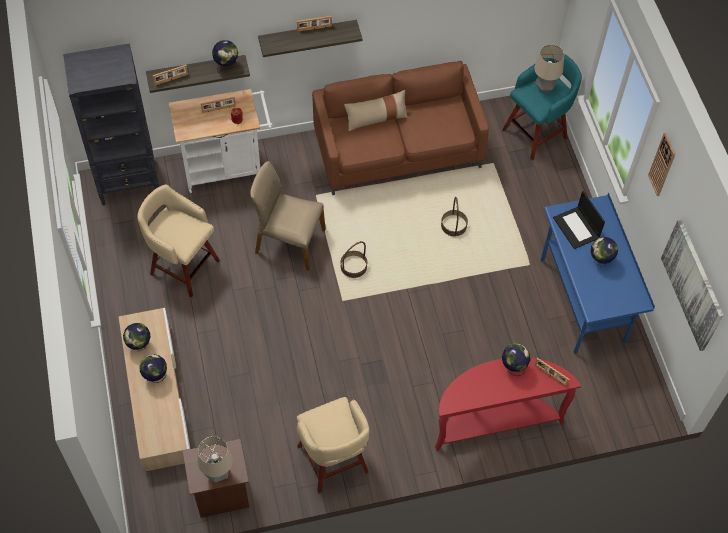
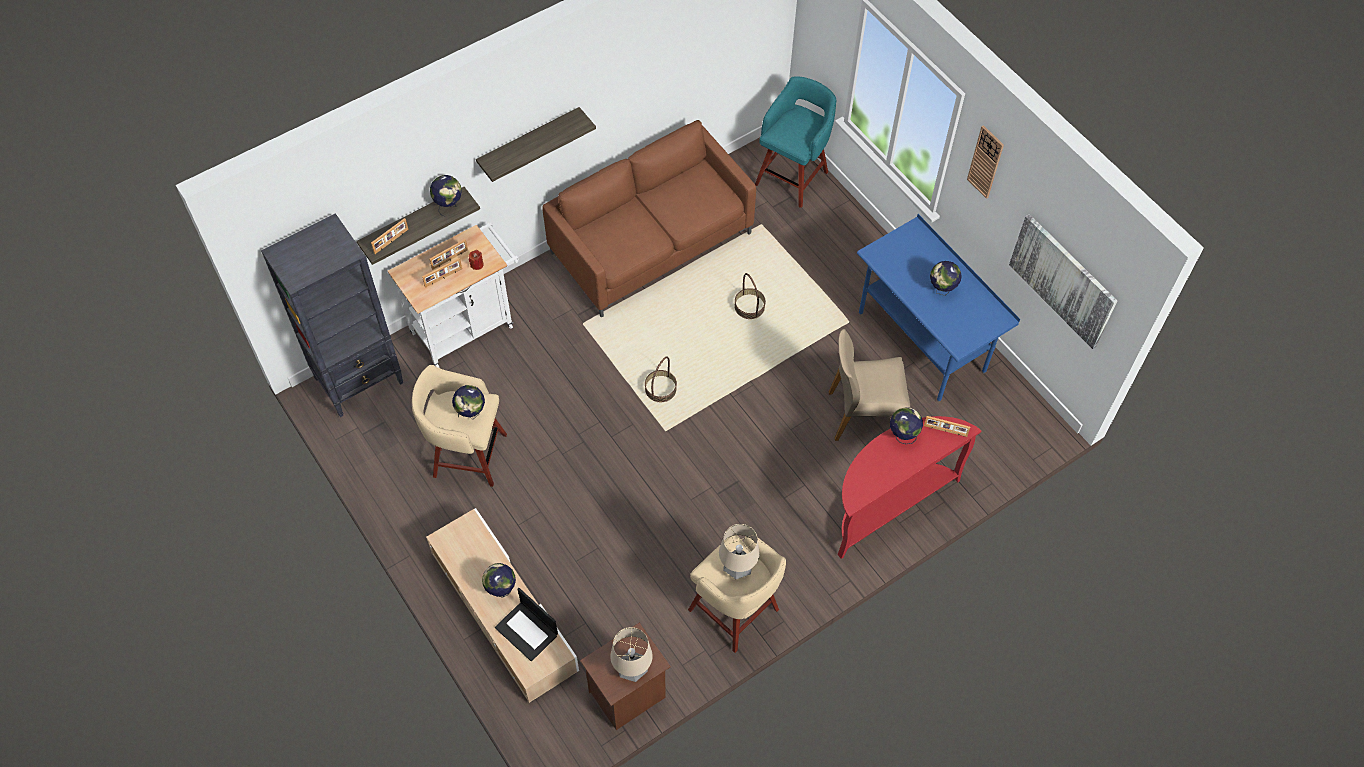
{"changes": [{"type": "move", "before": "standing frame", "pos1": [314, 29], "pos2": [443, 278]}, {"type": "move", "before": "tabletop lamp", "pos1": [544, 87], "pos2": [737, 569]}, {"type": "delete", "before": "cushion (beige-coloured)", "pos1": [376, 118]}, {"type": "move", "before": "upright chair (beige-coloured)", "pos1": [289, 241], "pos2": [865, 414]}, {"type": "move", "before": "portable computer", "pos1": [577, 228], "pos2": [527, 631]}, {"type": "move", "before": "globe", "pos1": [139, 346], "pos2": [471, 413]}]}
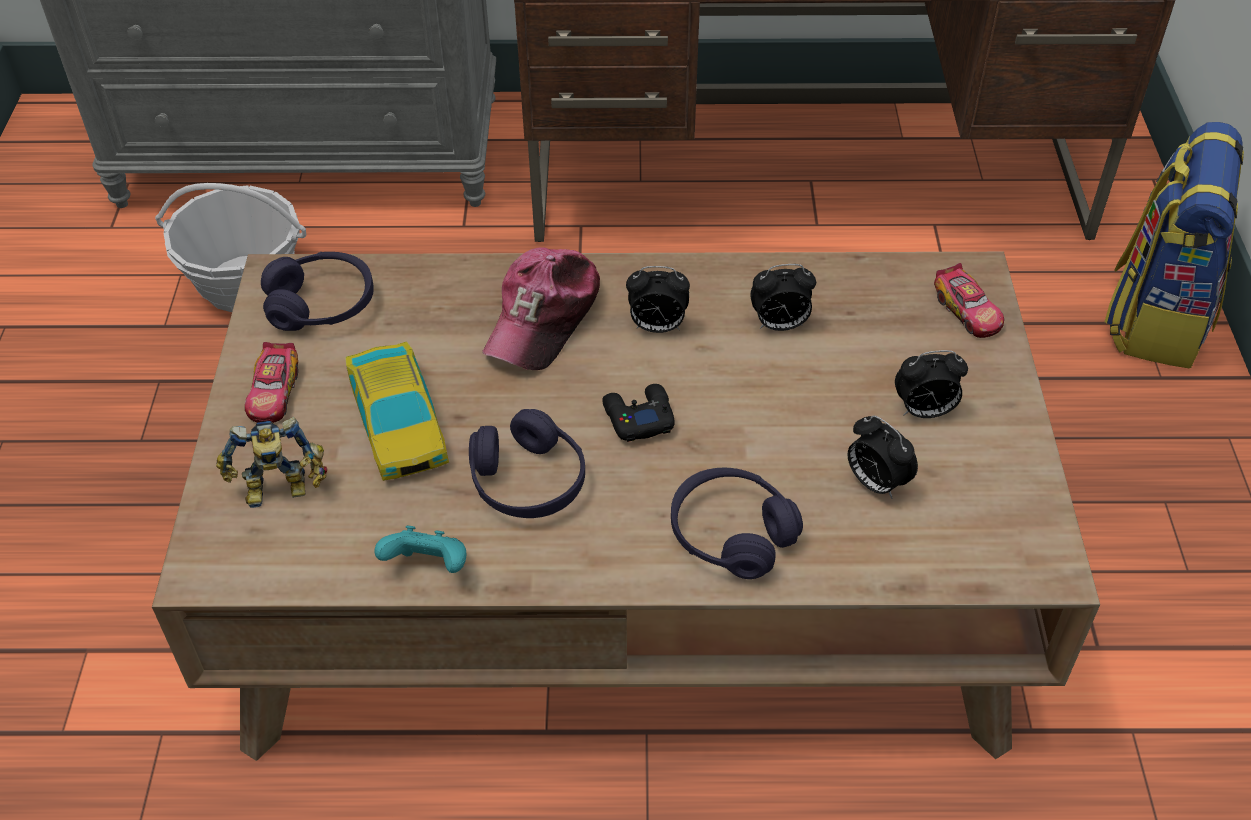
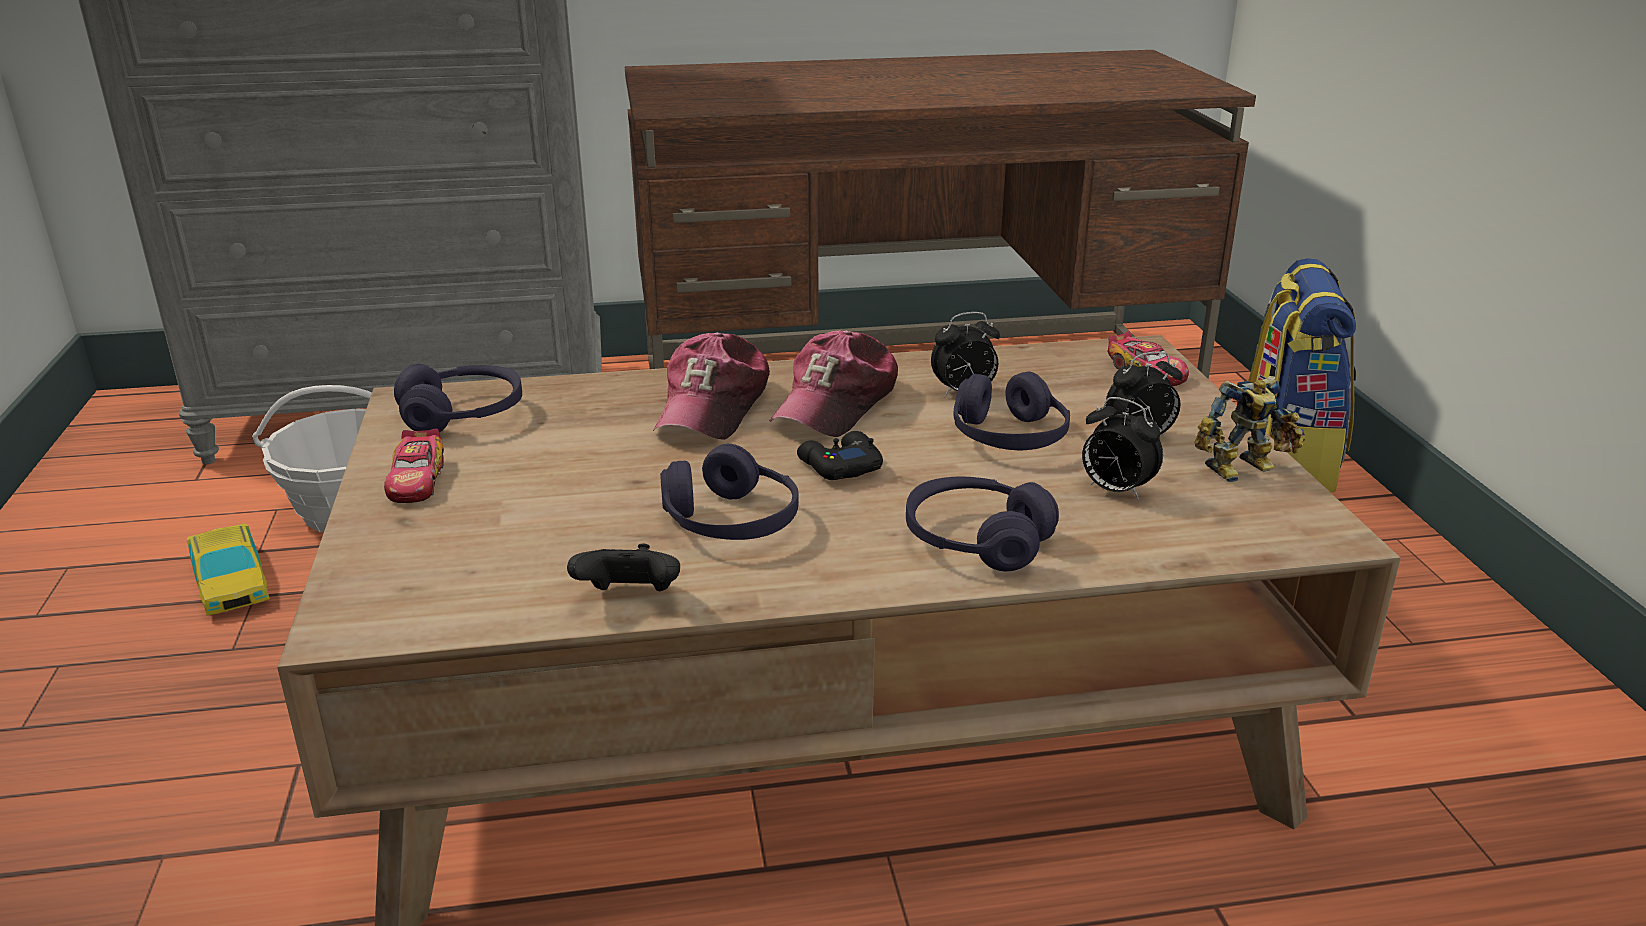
{"changes": [{"type": "replace", "before": "table clock", "after": "peaked cap", "pos1": [657, 327], "pos2": [836, 404]}, {"type": "move", "before": "model car", "pos1": [398, 420], "pos2": [230, 580]}, {"type": "move", "before": "model robot", "pos1": [279, 492], "pos2": [1244, 470]}, {"type": "recolor", "before": "game controller (turquoise-coloured)", "after": "game controller (black-coloured)", "pos1": [428, 566], "pos2": [630, 598]}, {"type": "insert", "after": "pair of headphones (purple)", "pos2": [1008, 437]}]}
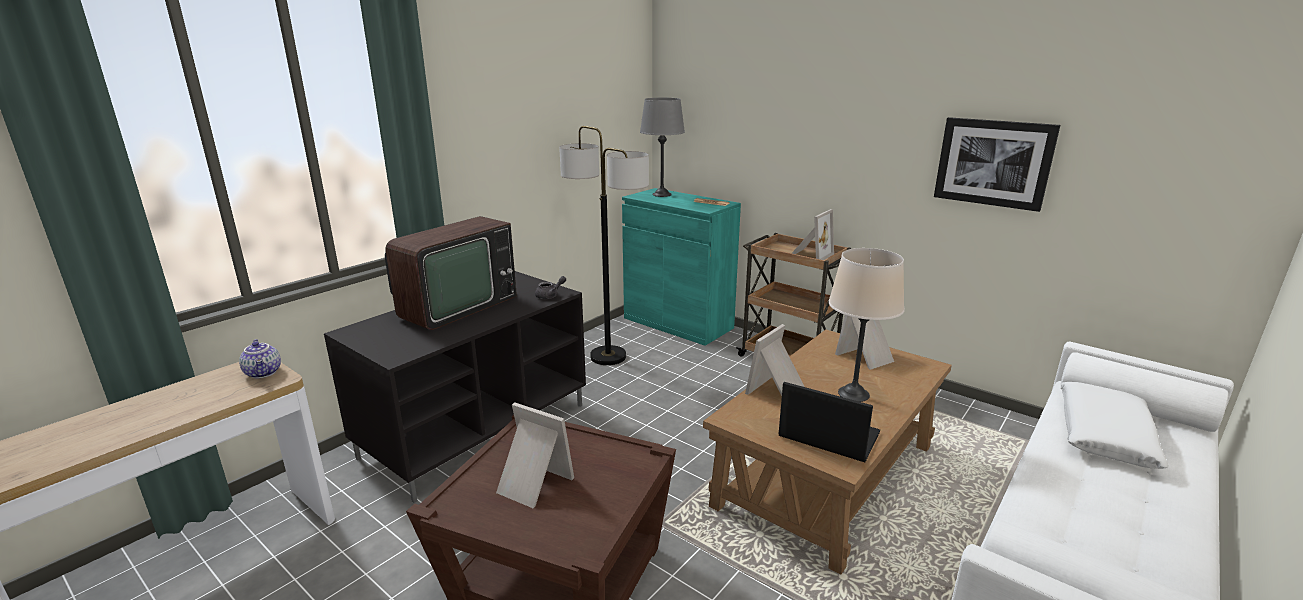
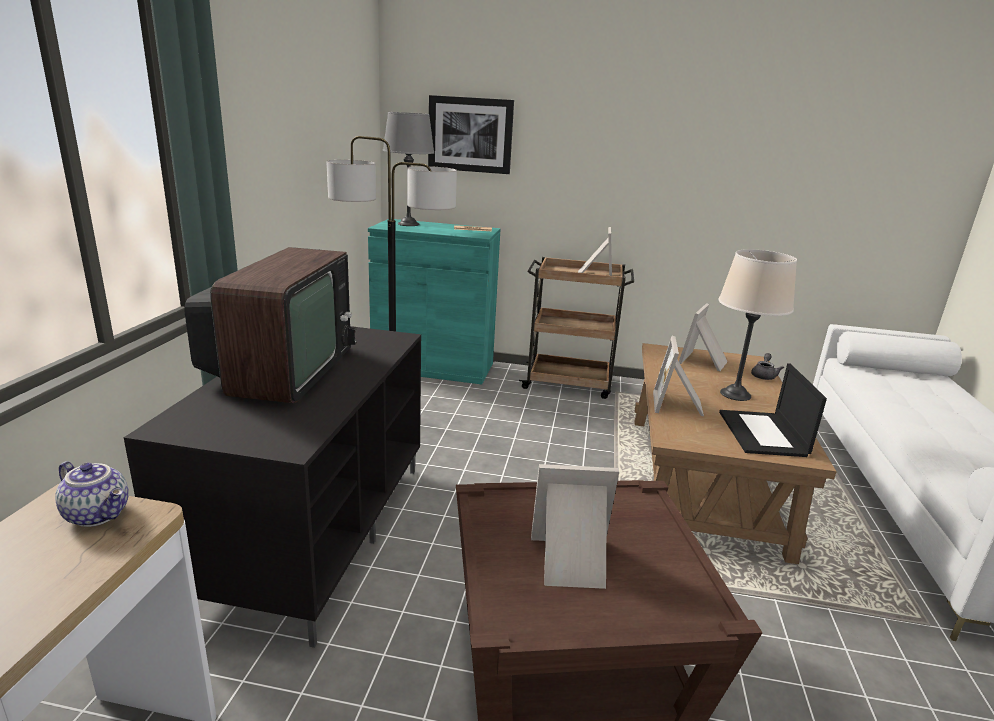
{"changes": [{"type": "move", "before": "wall picture", "pos1": [993, 163], "pos2": [470, 135]}, {"type": "move", "before": "teapot (grey)", "pos1": [550, 296], "pos2": [764, 375]}, {"type": "rotate", "before": "portable computer", "pos1": [827, 435], "pos2": [763, 434], "turn": -90}, {"type": "delete", "before": "cushion (whitish)", "pos1": [1103, 435]}]}
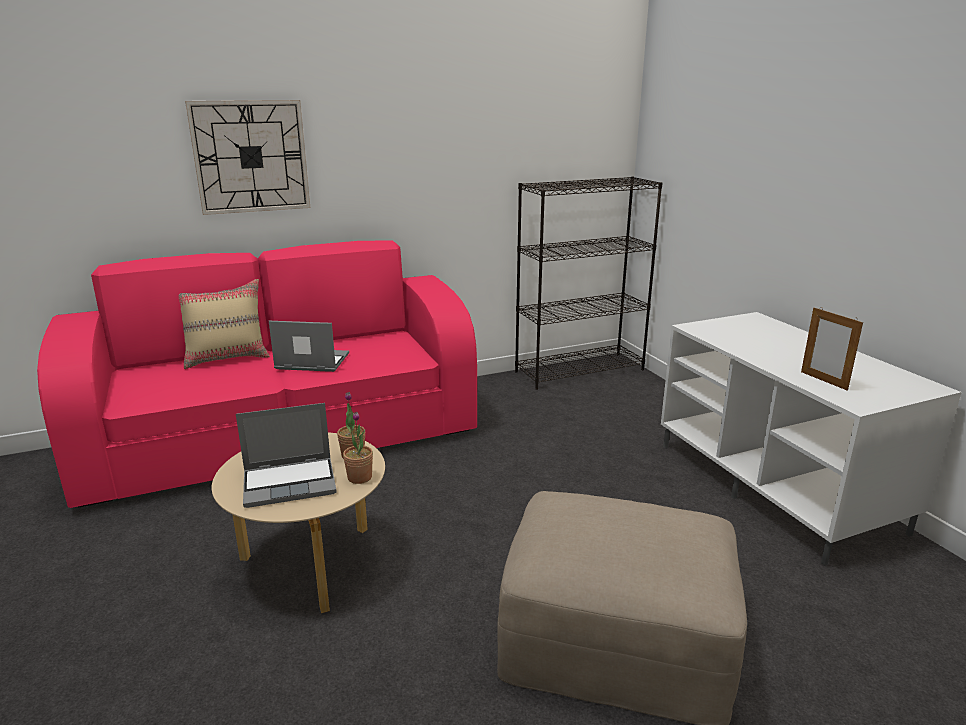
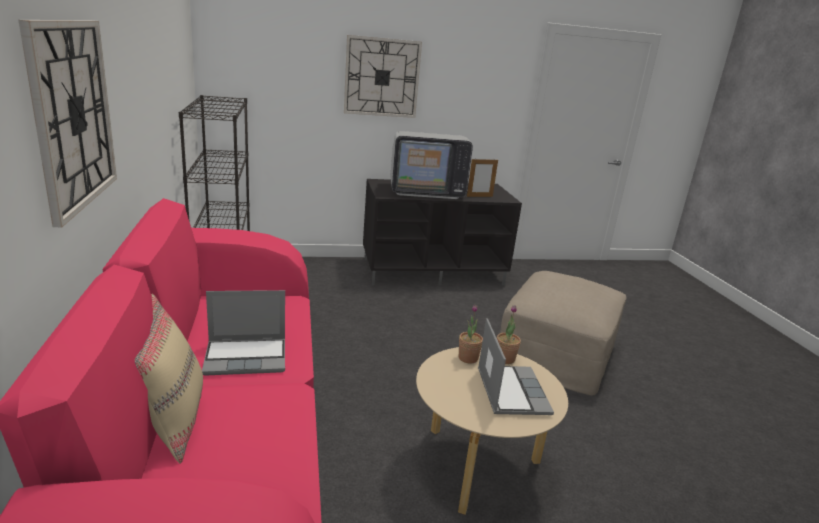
{"changes": [{"type": "recolor", "before": "media console (whitish)", "after": "media console (black-coloured)", "pos1": [777, 486], "pos2": [433, 271]}, {"type": "rotate", "before": "portable computer", "pos1": [311, 362], "pos2": [247, 357], "turn": -120}, {"type": "insert", "after": "clock on the wall", "pos2": [382, 77]}, {"type": "insert", "after": "television", "pos2": [426, 191]}]}
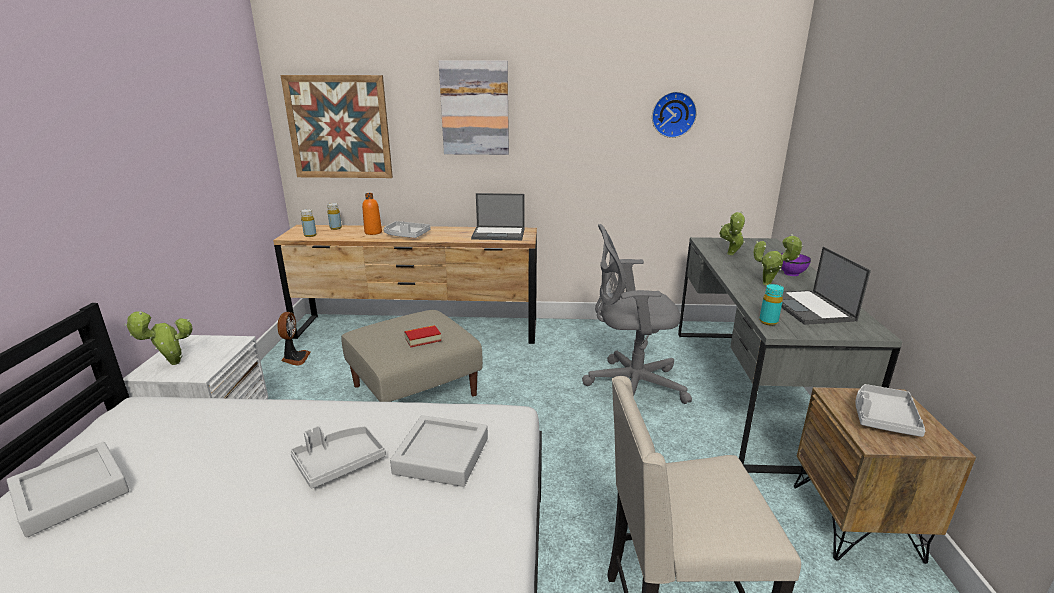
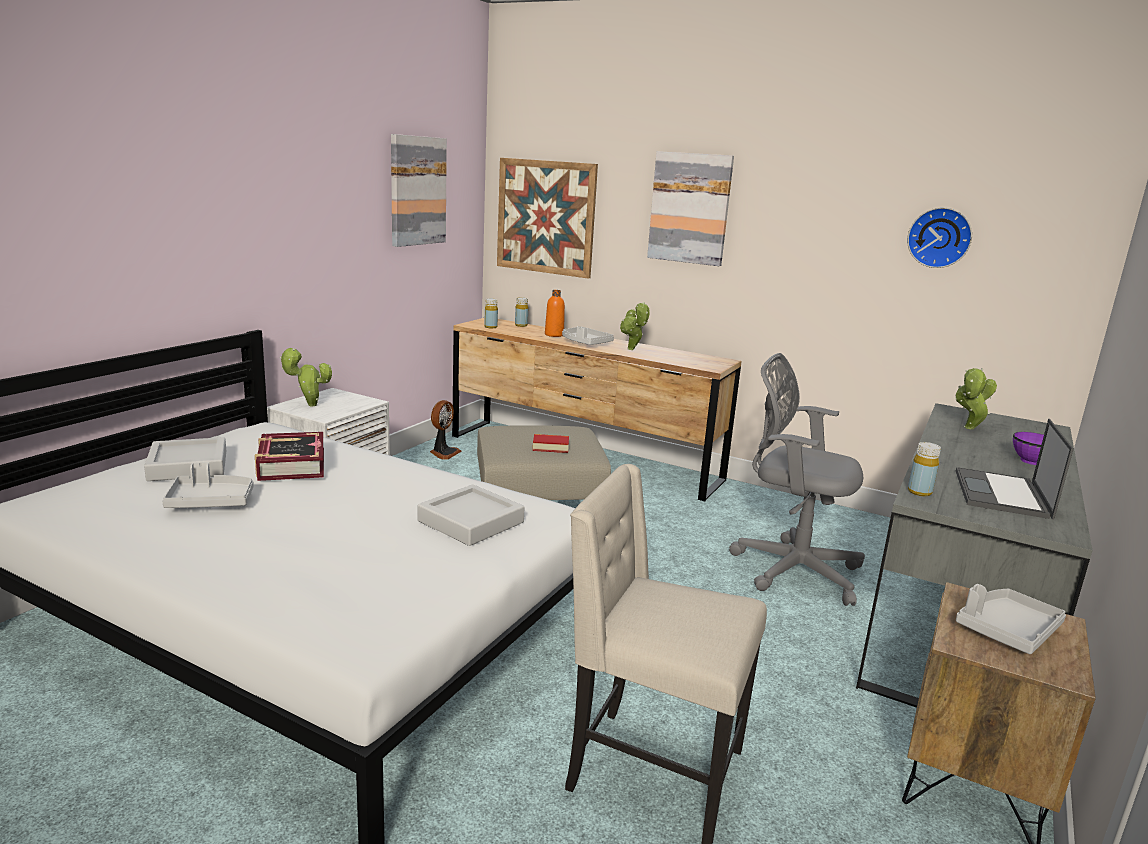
{"changes": [{"type": "delete", "before": "portable computer", "pos1": [499, 234]}, {"type": "move", "before": "plant in a pot", "pos1": [769, 285], "pos2": [632, 350]}, {"type": "recolor", "before": "drink bottle (turquoise-coloured)", "after": "drink bottle (yellowish)", "pos1": [768, 322], "pos2": [919, 492]}, {"type": "move", "before": "carrying tray (grey)", "pos1": [339, 463], "pos2": [211, 502]}, {"type": "insert", "after": "wall picture", "pos2": [417, 191]}, {"type": "insert", "after": "book", "pos2": [291, 465]}]}
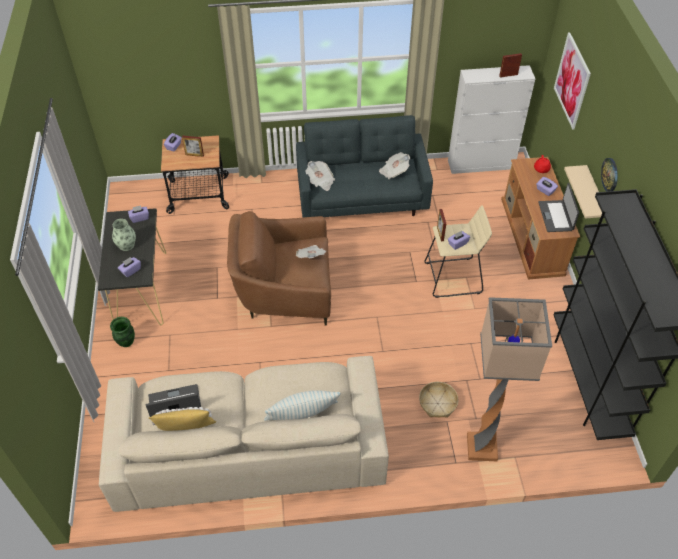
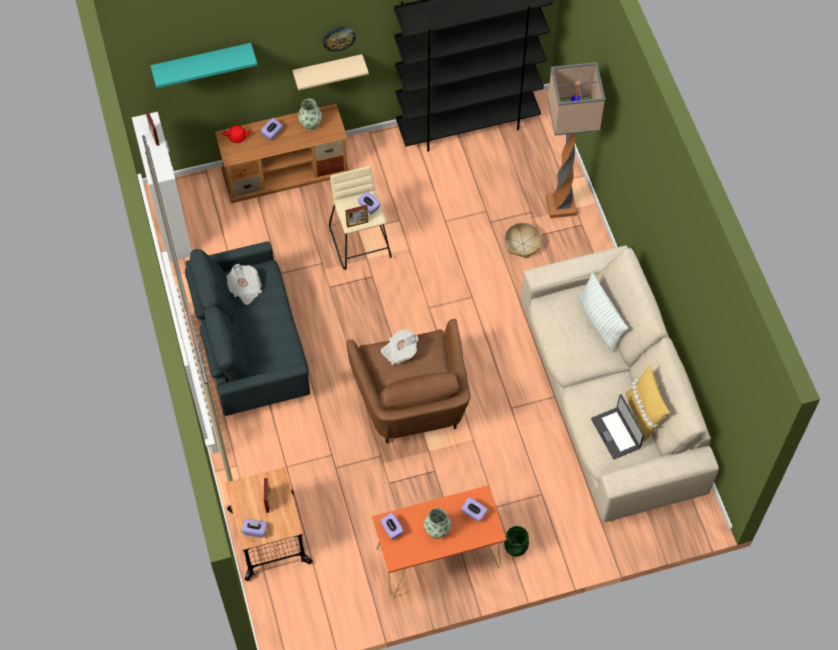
{"changes": [{"type": "replace", "before": "wall picture", "after": "shelf (turquoise-coloured)", "pos1": [572, 81], "pos2": [202, 62]}, {"type": "delete", "before": "newspaper", "pos1": [320, 181]}, {"type": "replace", "before": "portable computer", "after": "decorative vase", "pos1": [556, 216], "pos2": [310, 123]}, {"type": "recolor", "before": "console table (black-coloured)", "after": "console table (orange-coloured)", "pos1": [141, 289], "pos2": [437, 557]}]}
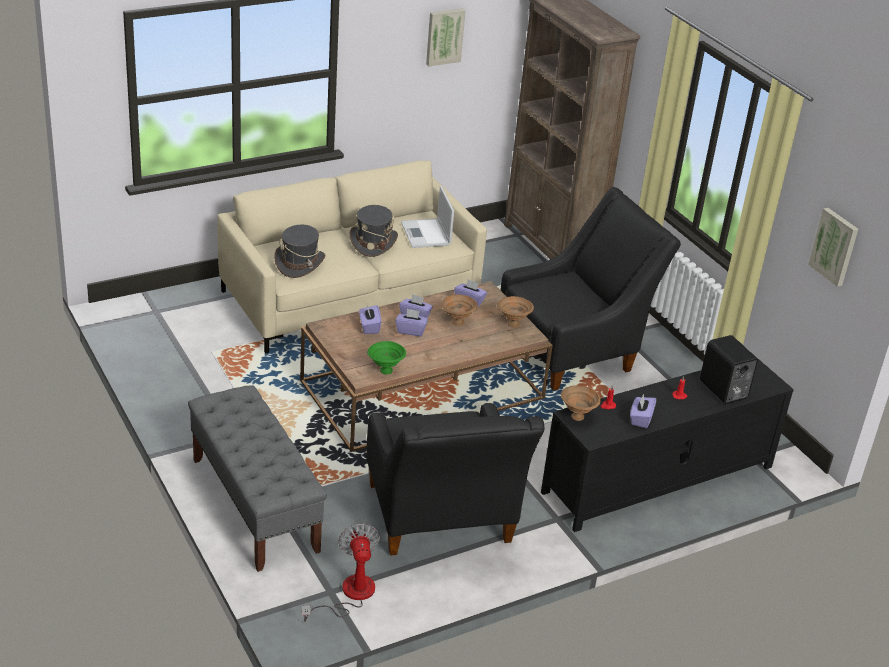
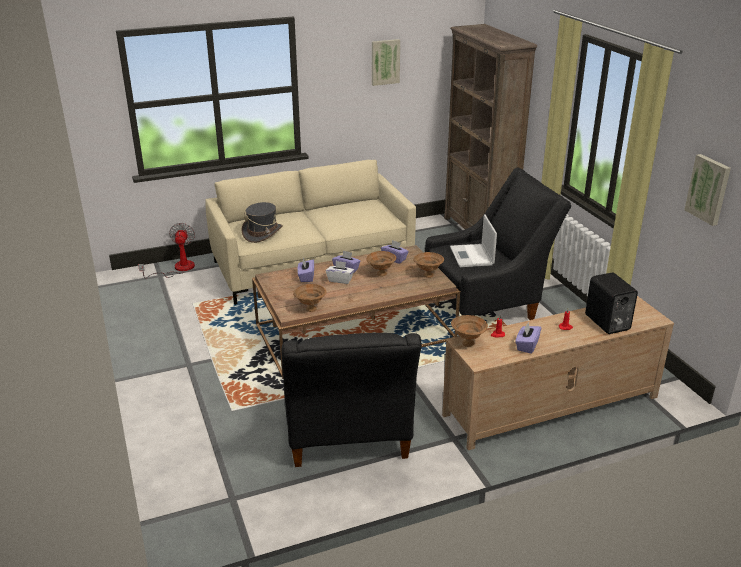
{"changes": [{"type": "move", "before": "portable computer", "pos1": [426, 234], "pos2": [472, 256]}, {"type": "delete", "before": "clothing hat (grey)", "pos1": [373, 242]}, {"type": "recolor", "before": "tissue holder (purple)", "after": "tissue holder (whitish)", "pos1": [411, 331], "pos2": [340, 280]}, {"type": "recolor", "before": "deep dish (greenish)", "after": "deep dish (brown-coloured)", "pos1": [385, 371], "pos2": [310, 309]}, {"type": "recolor", "before": "media console (black-coloured)", "after": "media console (beige-coloured)", "pos1": [657, 479], "pos2": [550, 406]}, {"type": "delete", "before": "bench (grey)", "pos1": [254, 504]}, {"type": "move", "before": "electric fan", "pos1": [349, 595], "pos2": [177, 269]}]}
